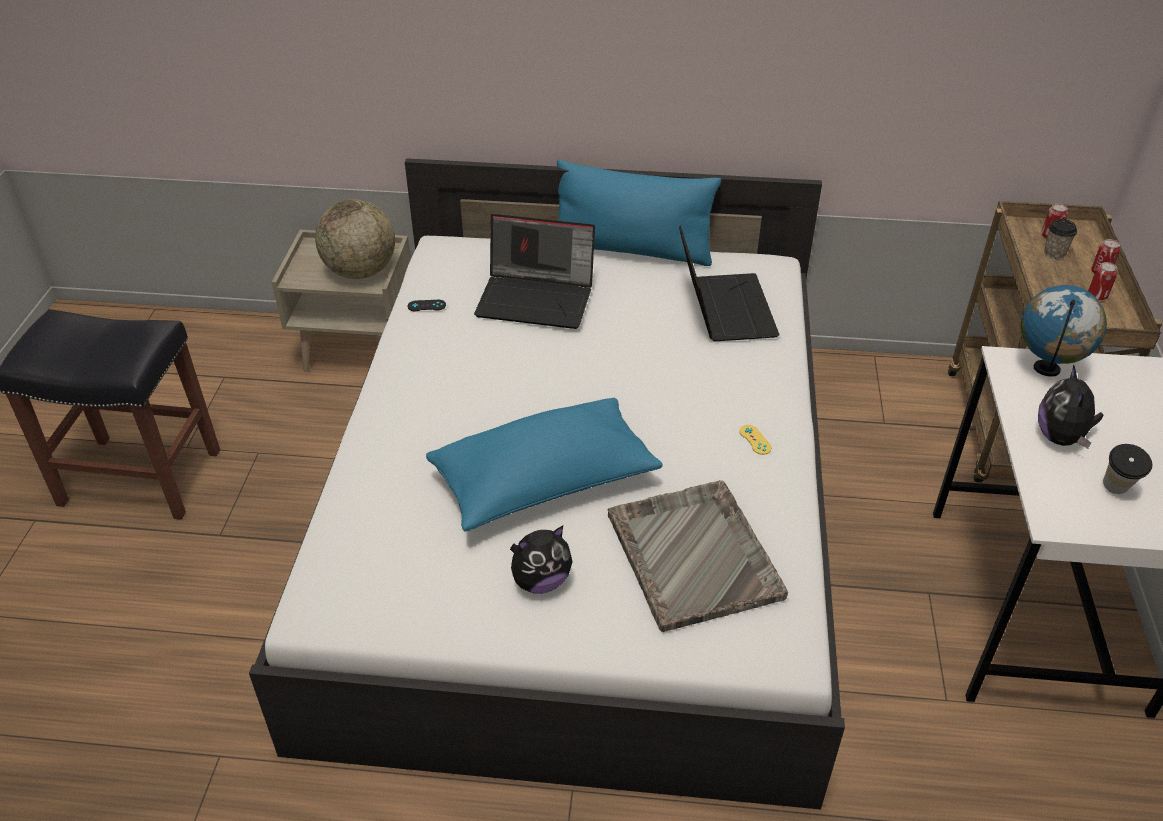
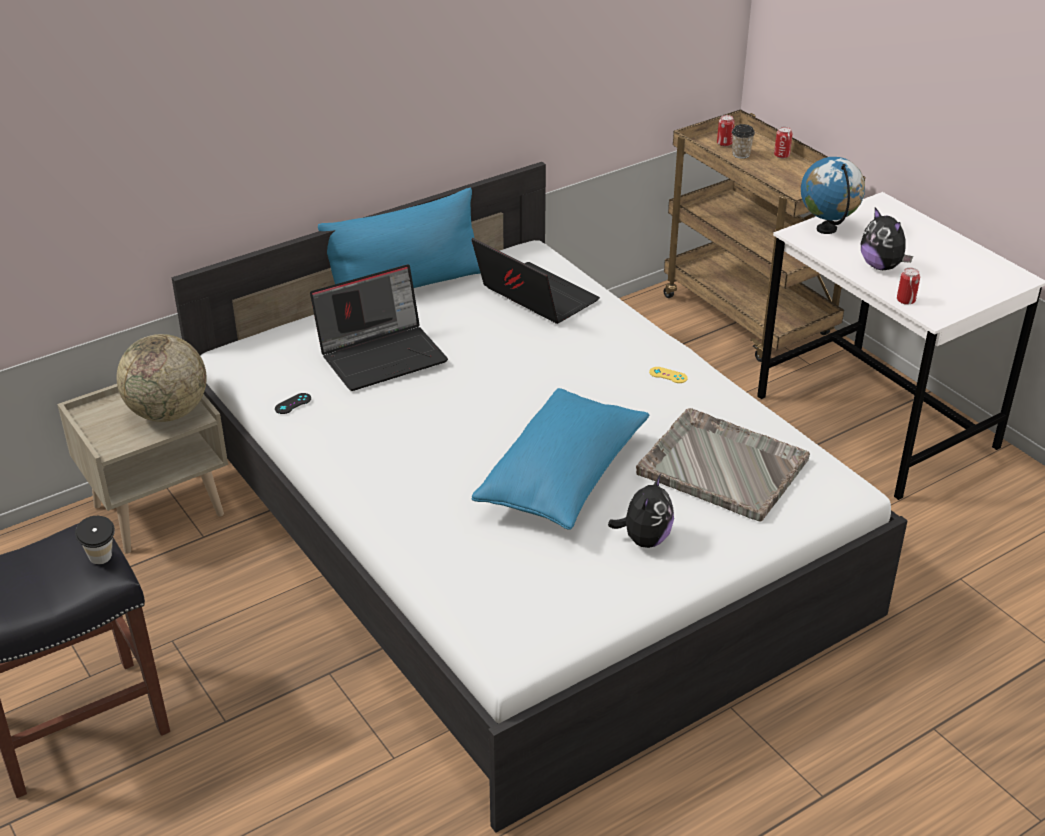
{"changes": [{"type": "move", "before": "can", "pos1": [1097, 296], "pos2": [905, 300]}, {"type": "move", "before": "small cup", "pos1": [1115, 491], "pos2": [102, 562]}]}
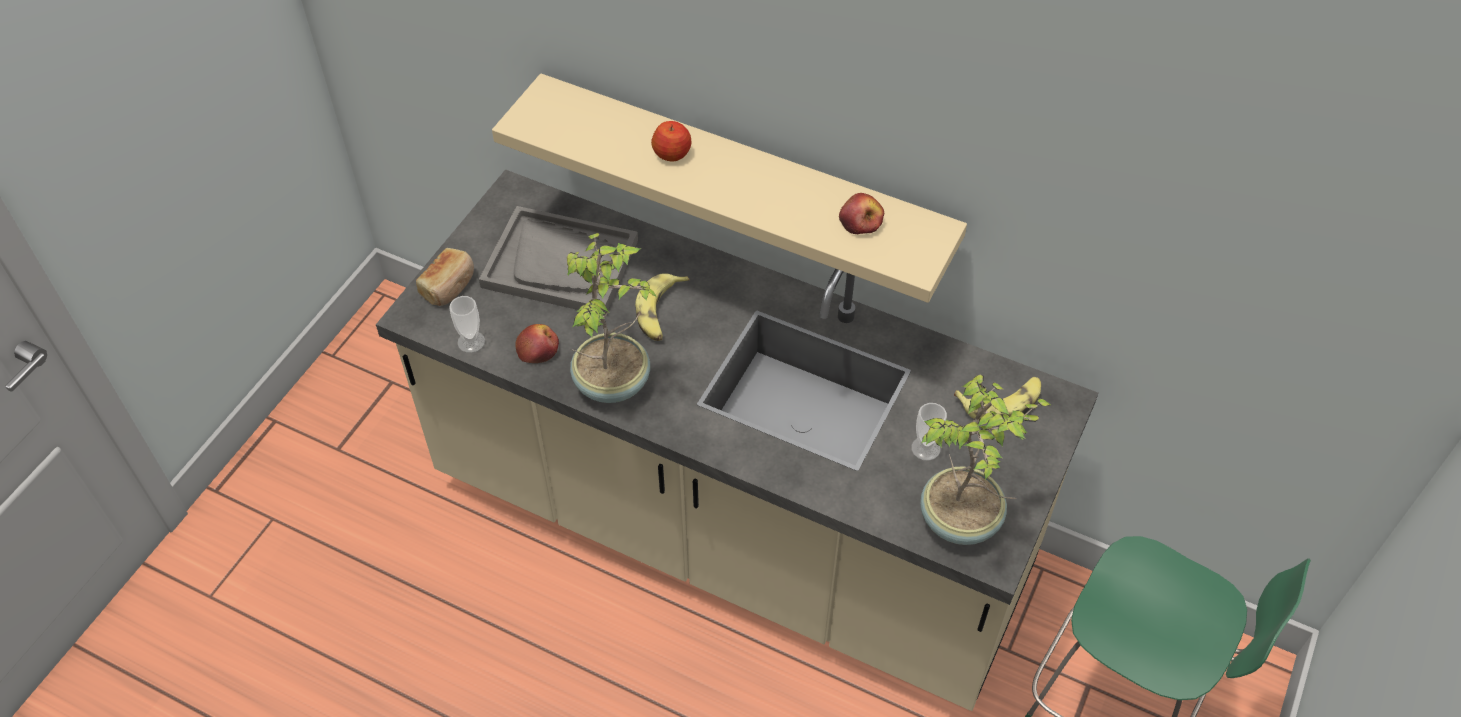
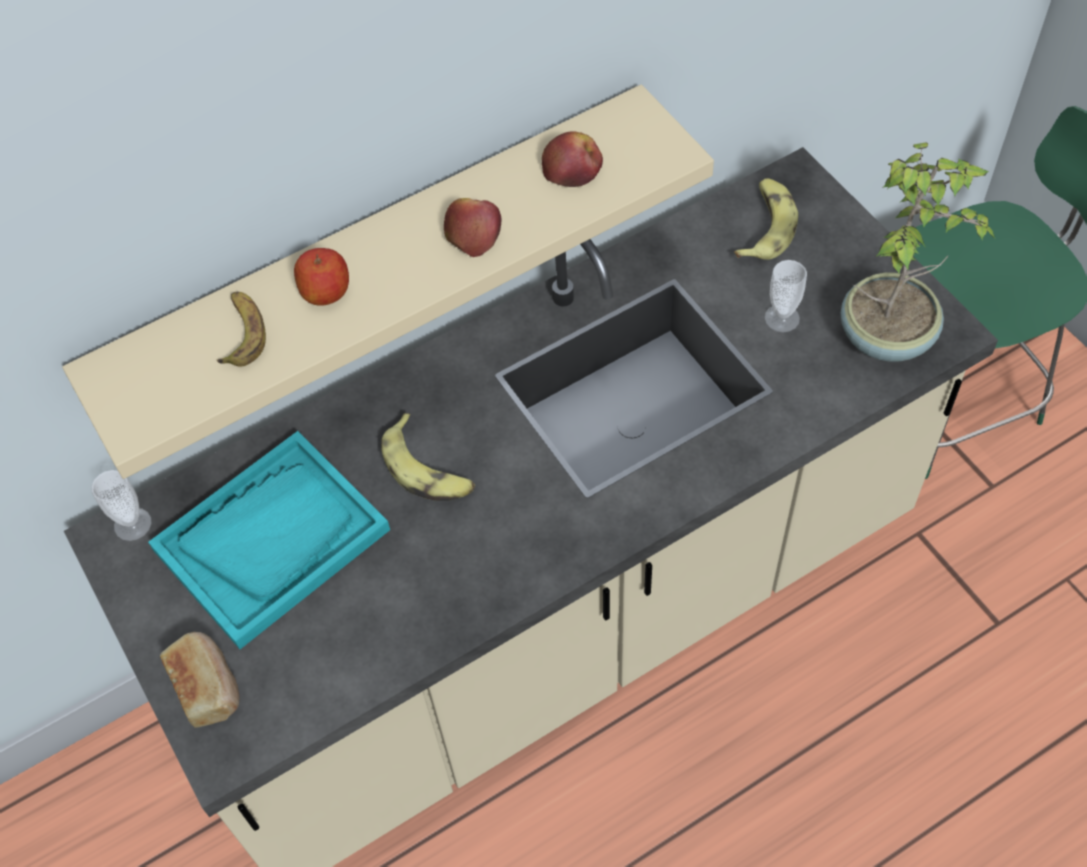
{"changes": [{"type": "recolor", "before": "carrying tray (grey)", "after": "carrying tray (turquoise-coloured)", "pos1": [561, 263], "pos2": [272, 539]}, {"type": "delete", "before": "plant in a pot", "pos1": [614, 382]}, {"type": "move", "before": "small cup", "pos1": [471, 342], "pos2": [132, 524]}, {"type": "move", "before": "apple fruit", "pos1": [538, 349], "pos2": [473, 233]}, {"type": "insert", "after": "banana fruit", "pos2": [242, 333]}]}
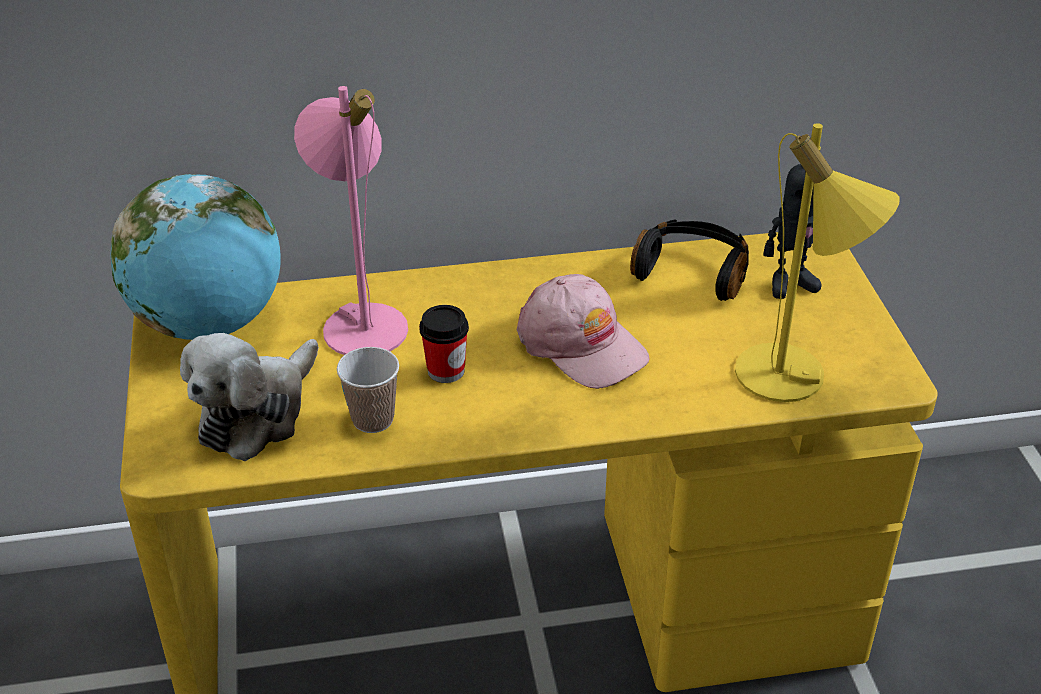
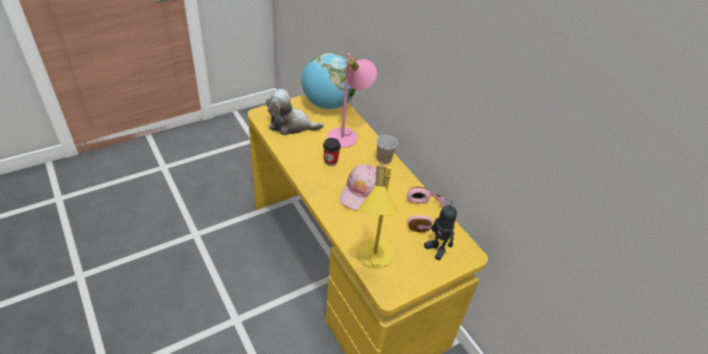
{"changes": [{"type": "recolor", "before": "pair of headphones (black-coloured)", "after": "pair of headphones (pink-coloured)", "pos1": [692, 272], "pos2": [425, 216]}, {"type": "move", "before": "small cup", "pos1": [373, 419], "pos2": [384, 159]}]}
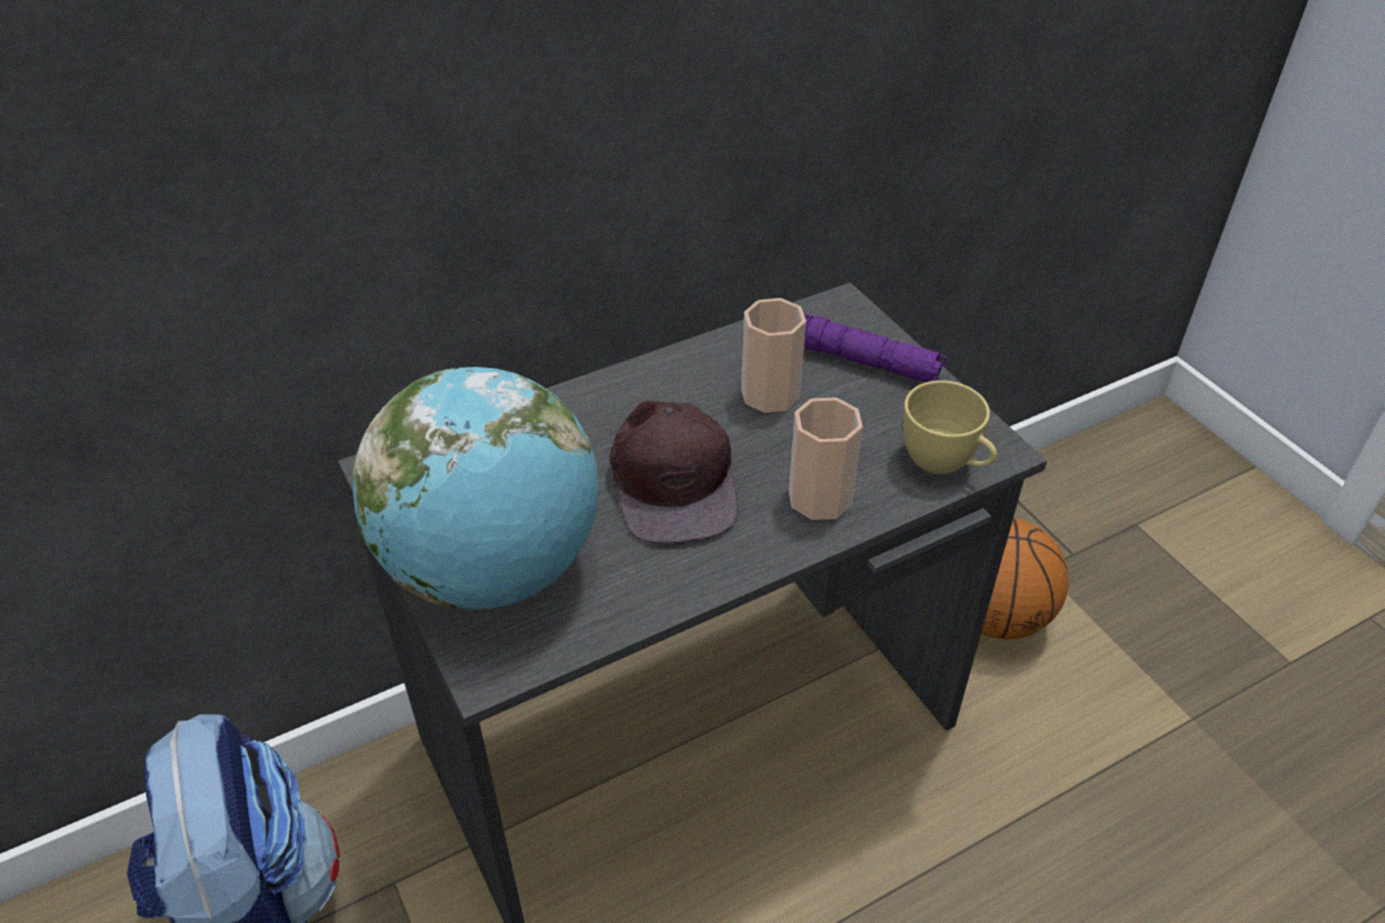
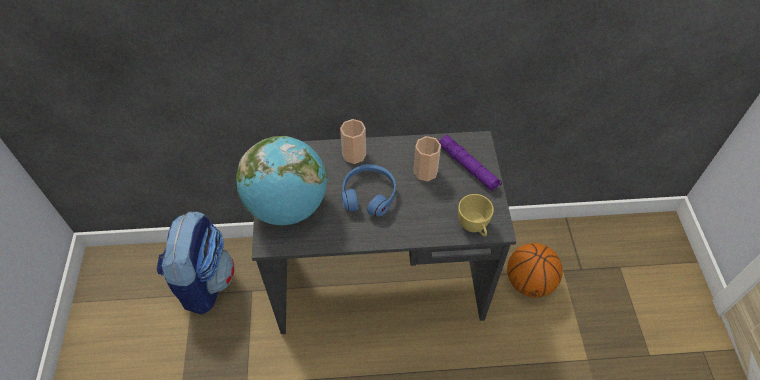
{"changes": [{"type": "move", "before": "small cup", "pos1": [819, 498], "pos2": [354, 154]}, {"type": "replace", "before": "peaked cap (brown-coloured)", "after": "pair of headphones (bluish)", "pos1": [675, 478], "pos2": [369, 195]}]}
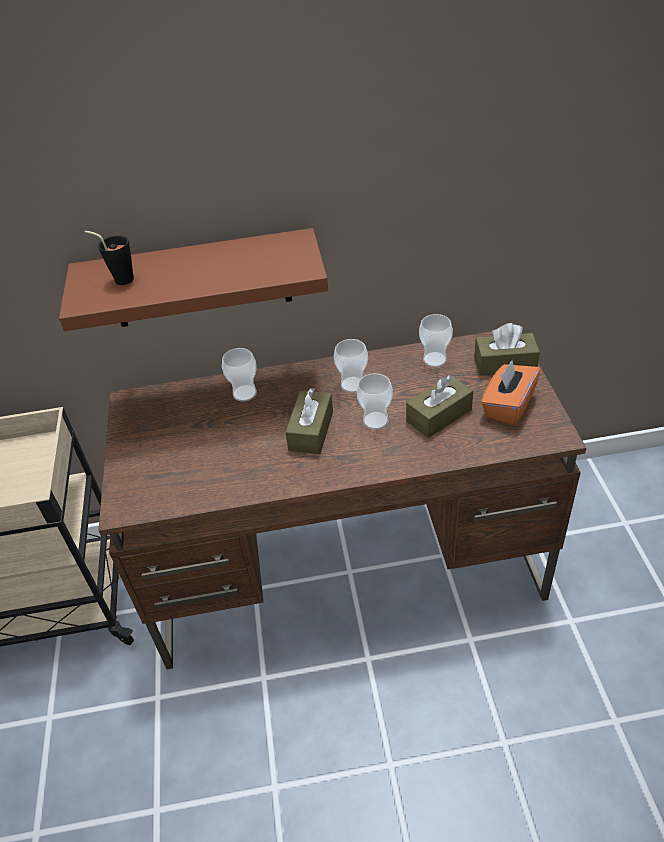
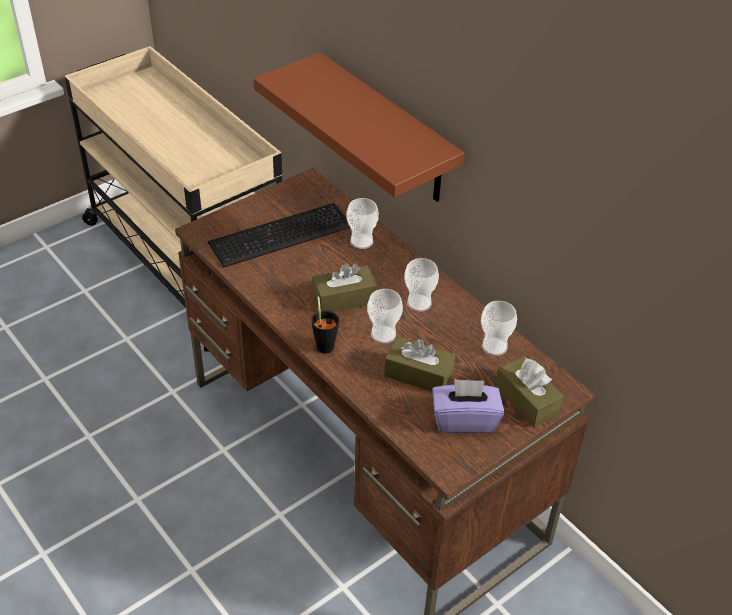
{"changes": [{"type": "move", "before": "small cup (black-coloured)", "pos1": [120, 279], "pos2": [325, 344]}, {"type": "recolor", "before": "tissue holder (orange-coloured)", "after": "tissue holder (purple)", "pos1": [508, 406], "pos2": [464, 420]}, {"type": "insert", "after": "computer keyboard", "pos2": [283, 235]}]}
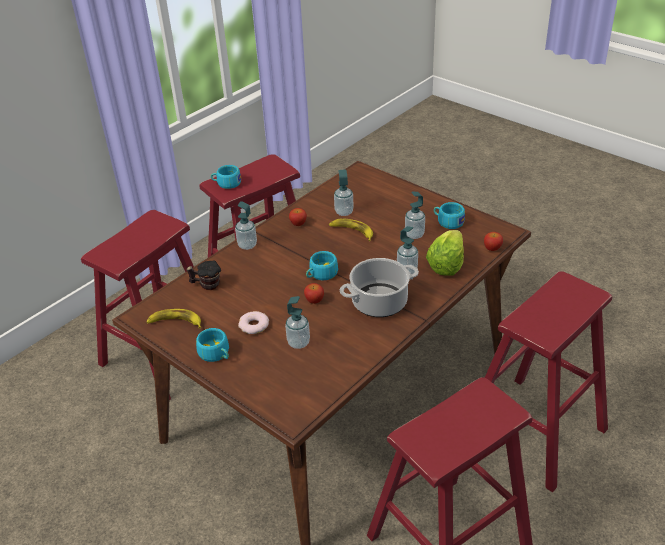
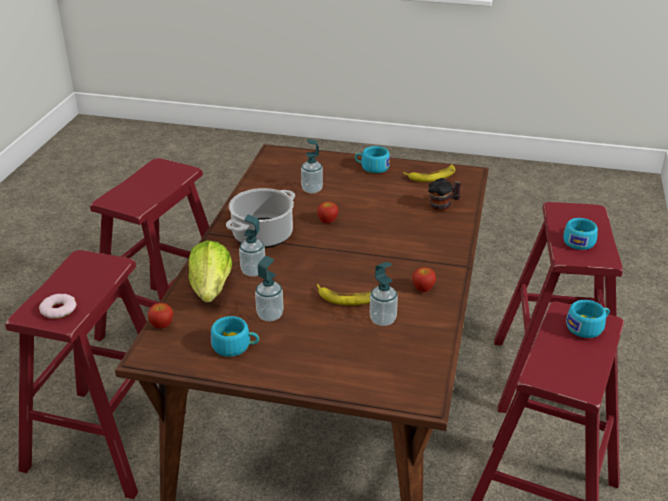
{"changes": [{"type": "delete", "before": "soap dispenser", "pos1": [247, 245]}, {"type": "move", "before": "small cup (turquoise-coloured)", "pos1": [321, 274], "pos2": [579, 240]}, {"type": "move", "before": "doughnut", "pos1": [254, 325], "pos2": [58, 309]}]}
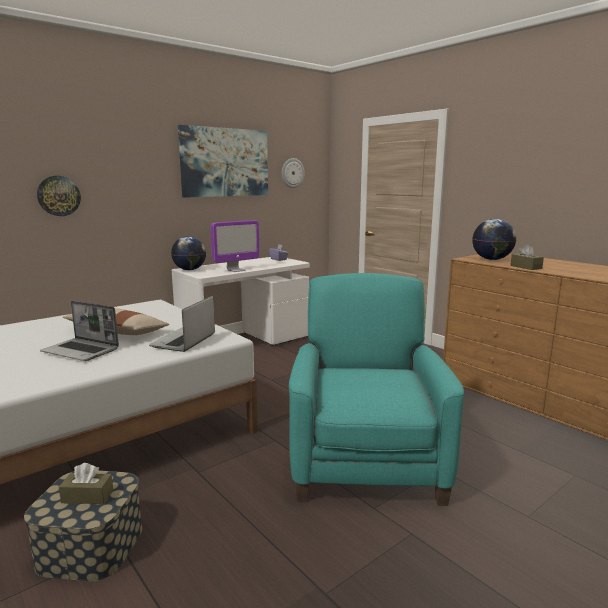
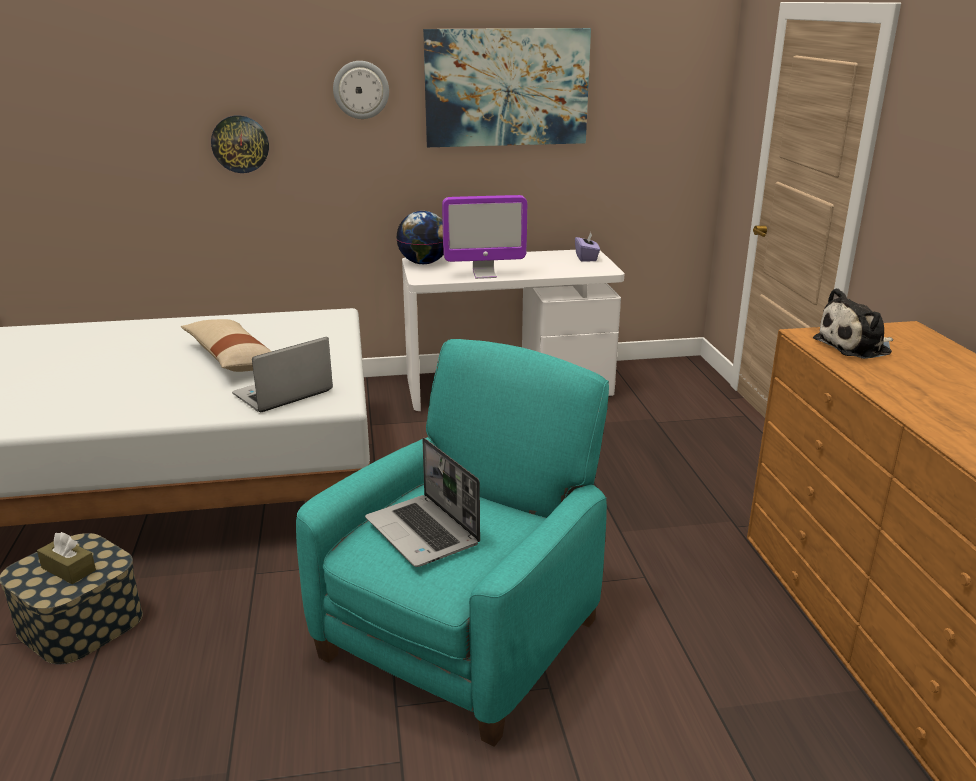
{"changes": [{"type": "move", "before": "clock on the wall", "pos1": [292, 173], "pos2": [361, 90]}, {"type": "replace", "before": "globe", "after": "plush toy", "pos1": [492, 259], "pos2": [856, 346]}, {"type": "delete", "before": "tissue holder (brown-coloured)", "pos1": [526, 267]}, {"type": "move", "before": "portable computer", "pos1": [81, 351], "pos2": [424, 532]}]}
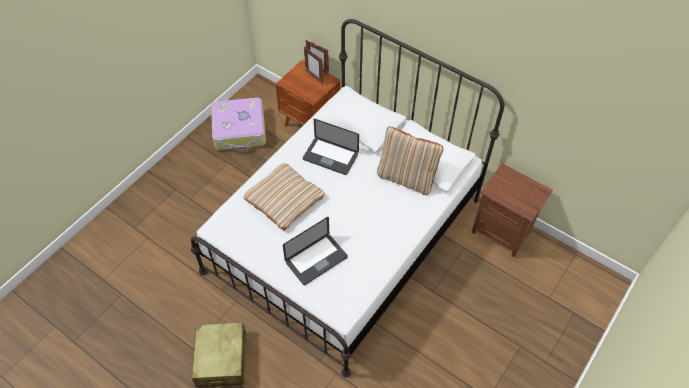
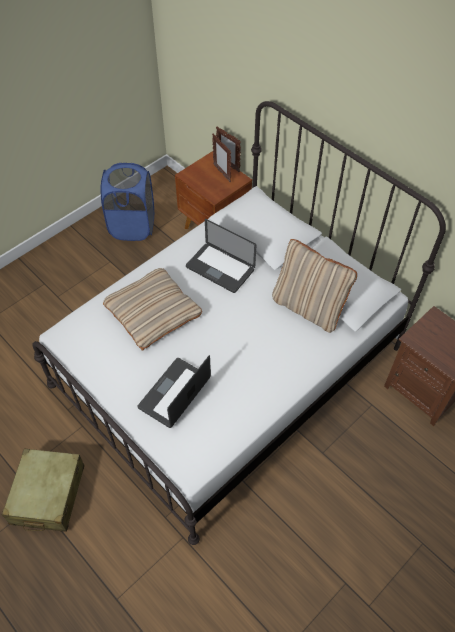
{"changes": [{"type": "replace", "before": "piece of luggage", "after": "hamper (bluish)", "pos1": [240, 130], "pos2": [132, 226]}, {"type": "rotate", "before": "portable computer", "pos1": [316, 260], "pos2": [174, 393], "turn": 150}]}
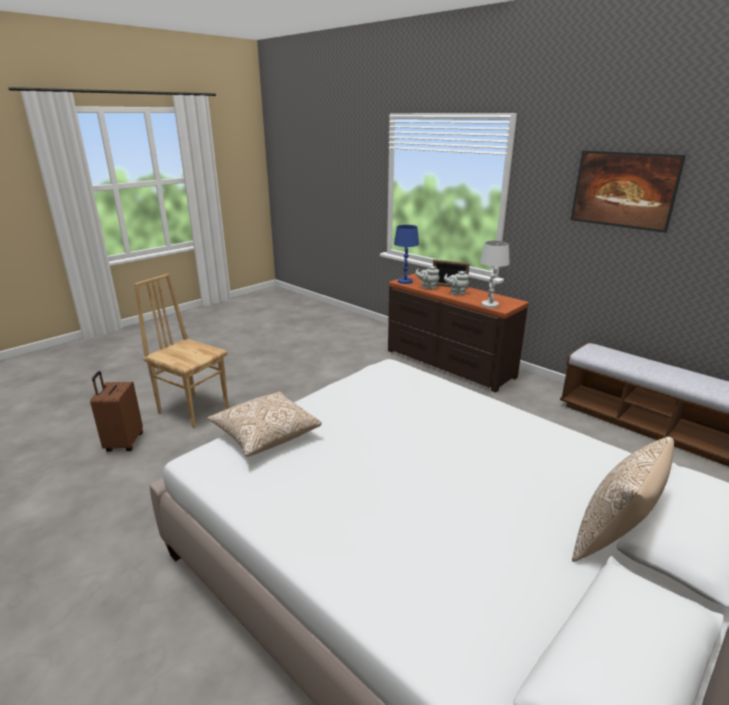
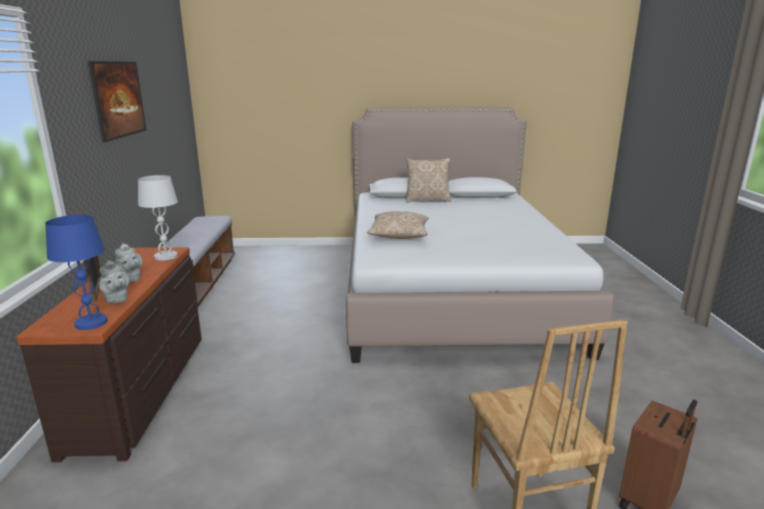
{"changes": [{"type": "move", "before": "cushion", "pos1": [265, 435], "pos2": [399, 236]}]}
